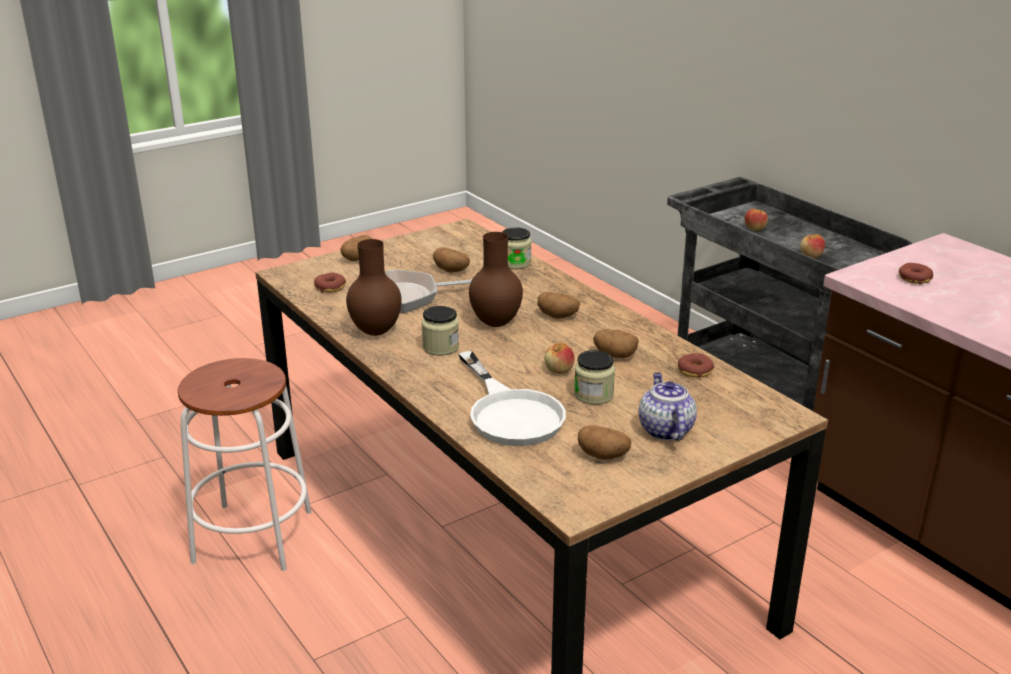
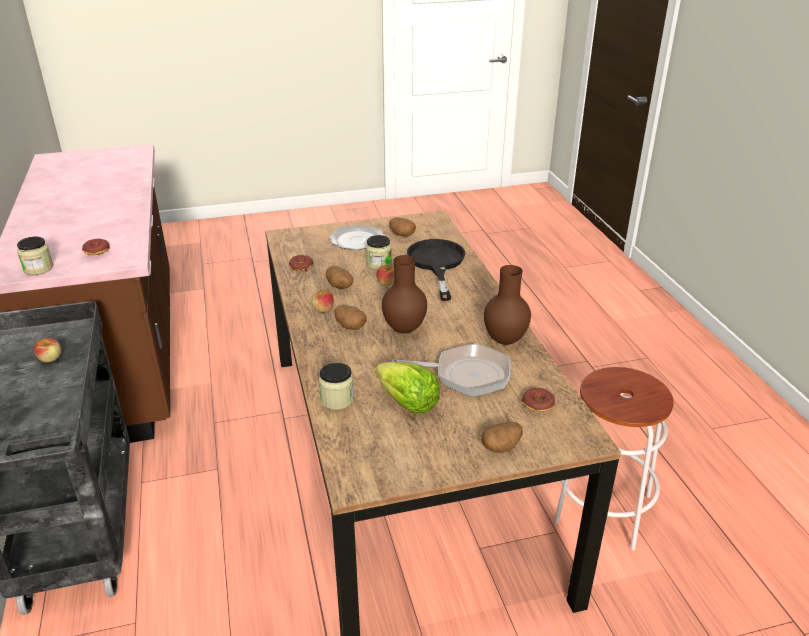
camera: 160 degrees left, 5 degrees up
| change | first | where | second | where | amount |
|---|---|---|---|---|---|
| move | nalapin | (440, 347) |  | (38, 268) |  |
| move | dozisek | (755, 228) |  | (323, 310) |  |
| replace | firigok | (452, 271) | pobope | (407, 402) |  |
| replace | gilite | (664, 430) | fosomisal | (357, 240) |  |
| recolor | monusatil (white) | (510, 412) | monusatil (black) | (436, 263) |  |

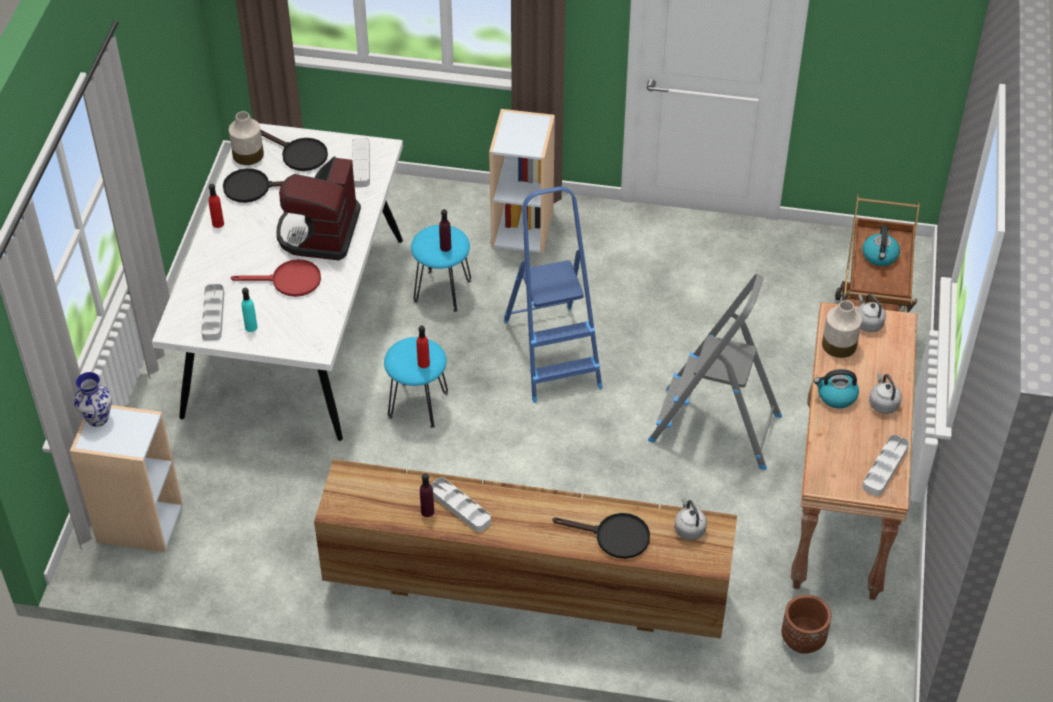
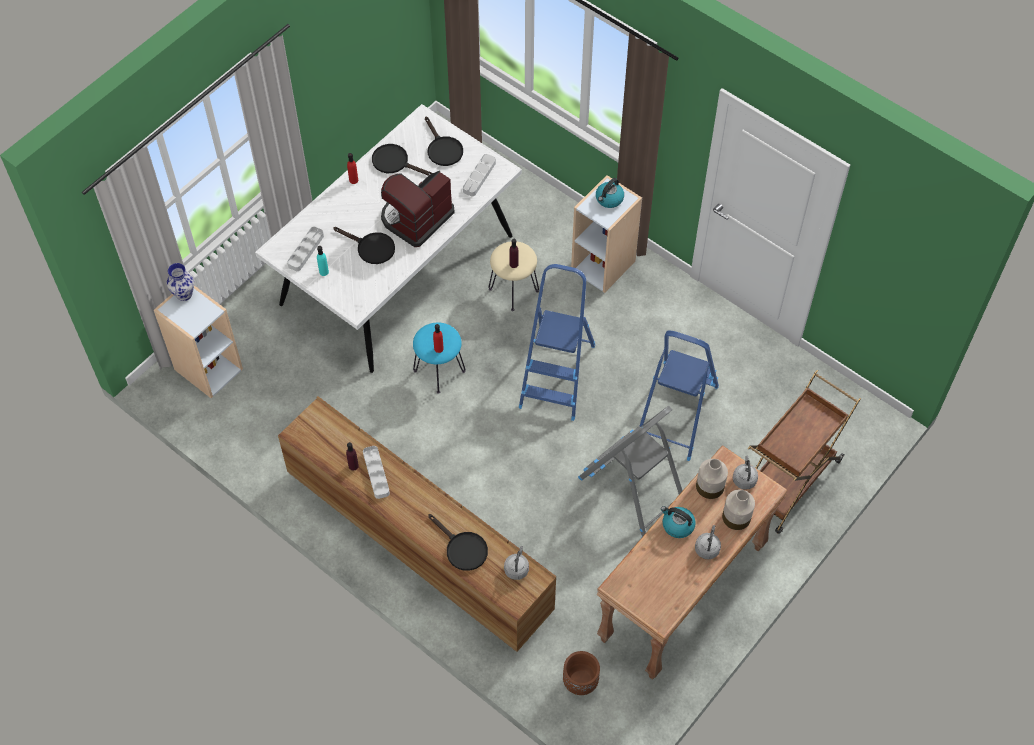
camera: 30 degrees right, 10 degrees up
| change | first | where | second | where | amount |
|---|---|---|---|---|---|
| delete | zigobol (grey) | (885, 468) |  |  |  |
| insert |  |  | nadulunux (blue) | (677, 412) |  |
| move | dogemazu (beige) | (248, 154) |  | (737, 517) |  |
| move | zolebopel | (880, 256) |  | (609, 199) |  |
| recolor | monusatil (red) | (289, 281) | monusatil (black) | (371, 248) |  |
| recolor | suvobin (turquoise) | (442, 291) | suvobin (beige) | (513, 290) |  |

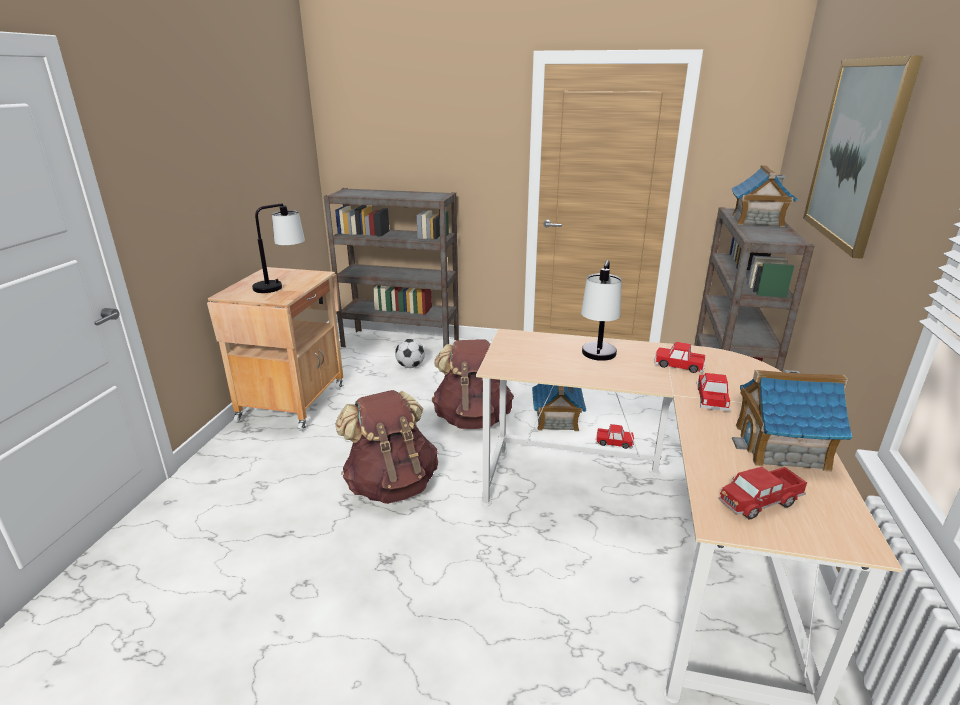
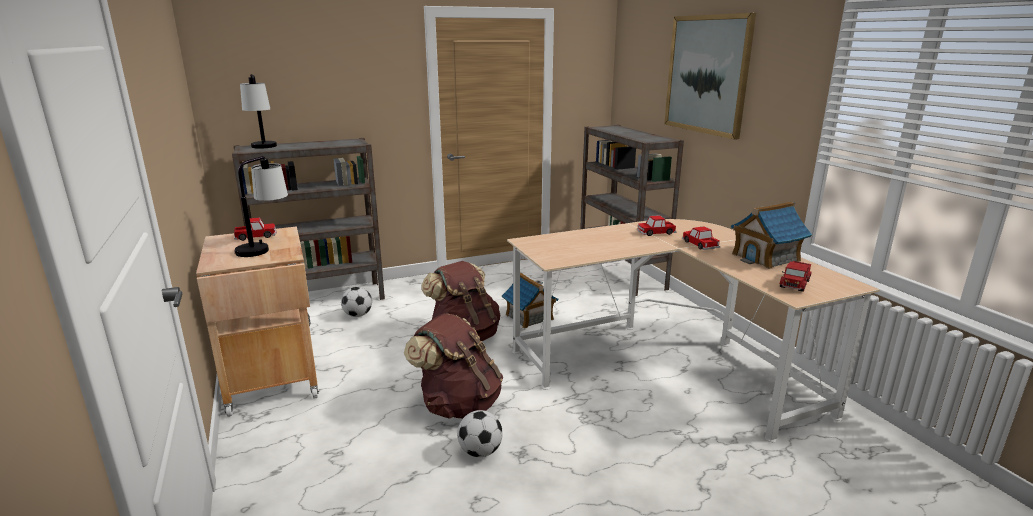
camera: 35 degrees left, 5 degrees down
| change | first | where | second | where | amount |
|---|---|---|---|---|---|
| delete | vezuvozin | (757, 221) |  |  |  |
| insert |  |  | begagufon | (480, 452) |  |
| move | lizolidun | (597, 360) |  | (264, 148) |  |
| move | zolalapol | (614, 442) |  | (256, 236) |  |

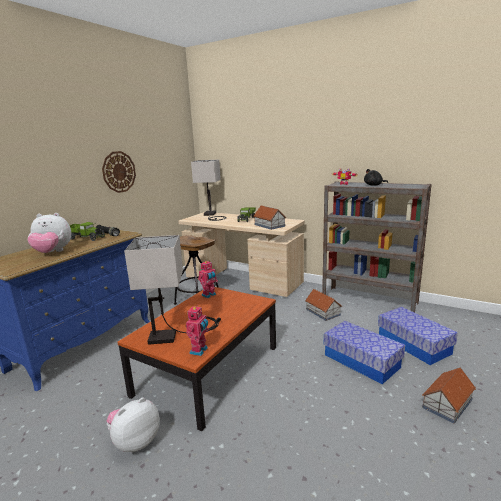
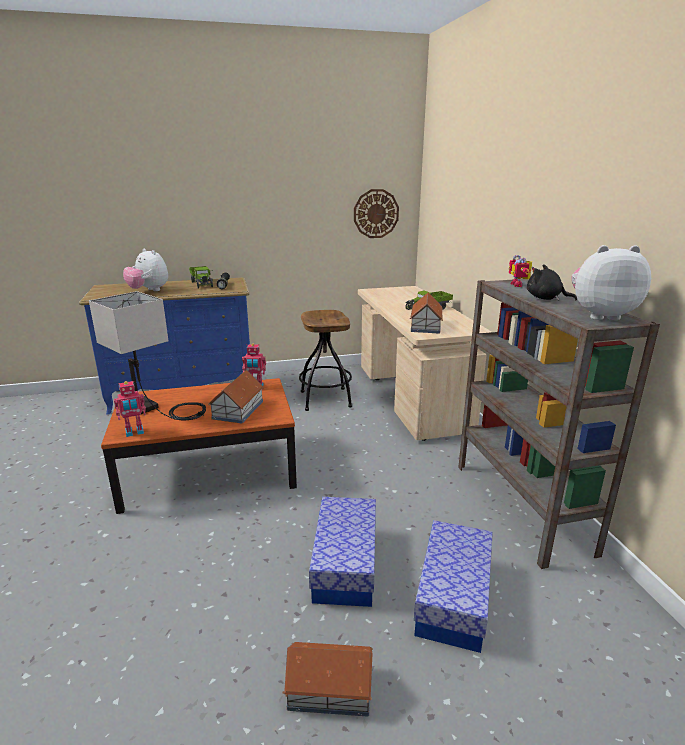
camera: 45 degrees right, 5 degrees up
| change | first | where | second | where | amount |
|---|---|---|---|---|---|
| delete | lizolidun | (212, 216) |  |  |  |
| move | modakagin | (119, 172) |  | (376, 213) |  |
| move | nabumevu | (135, 441) |  | (600, 315) |  |
| move | vezuvozin | (323, 312) |  | (237, 410) |  |

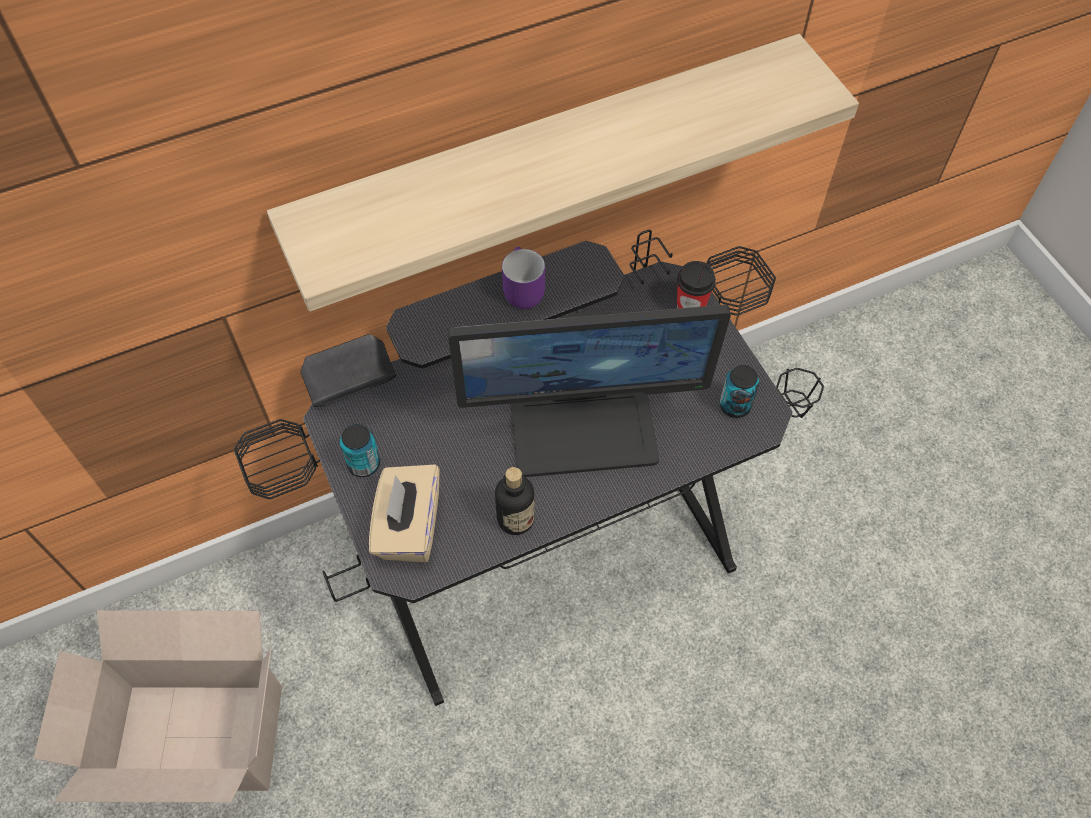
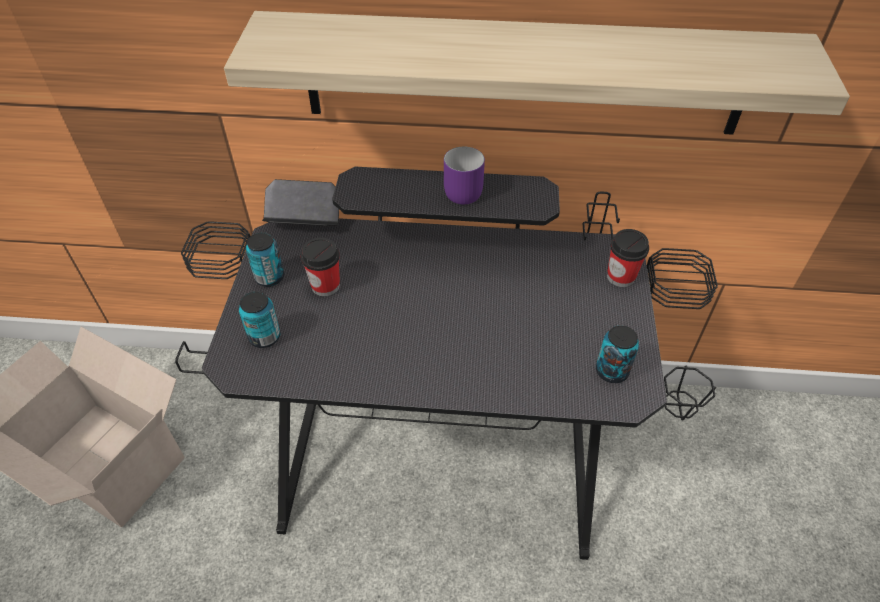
camera: 30 degrees right, 10 degrees down
| change | first | where | second | where | amount |
|---|---|---|---|---|---|
| delete | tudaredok | (584, 427) |  |  |  |
| delete | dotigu | (515, 519) |  |  |  |
| insert |  |  | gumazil | (325, 286) |  |
| replace | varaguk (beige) | (408, 527) | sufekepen | (264, 337) |  |

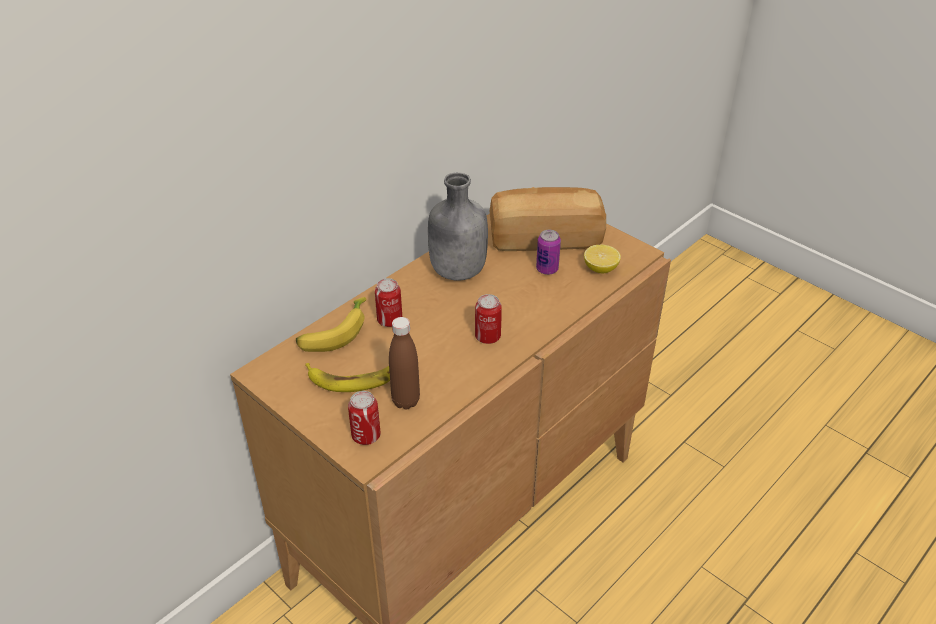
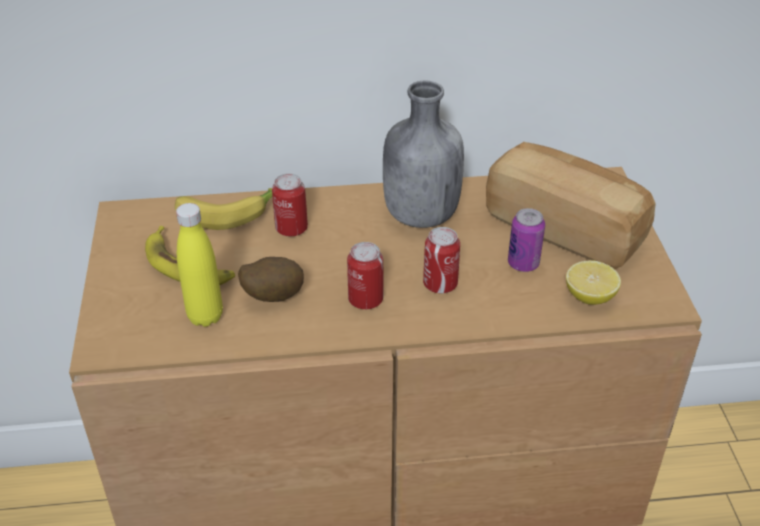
camera: 40 degrees right, 0 degrees up
| change | first | where | second | where | amount |
|---|---|---|---|---|---|
| insert |  |  | firigok | (272, 296) |  |
| move | sufekepen | (366, 436) |  | (440, 284) |  |
| recolor | dotigu (brown) | (406, 401) | dotigu (yellow) | (205, 316) |  |

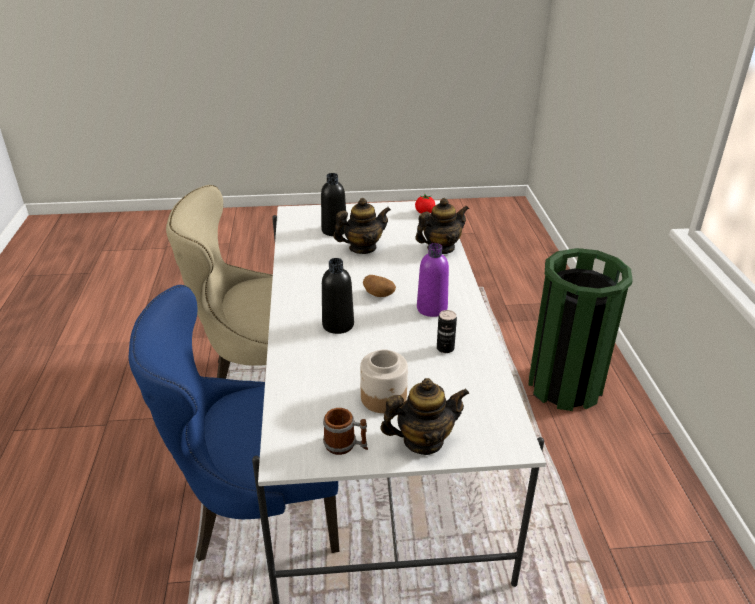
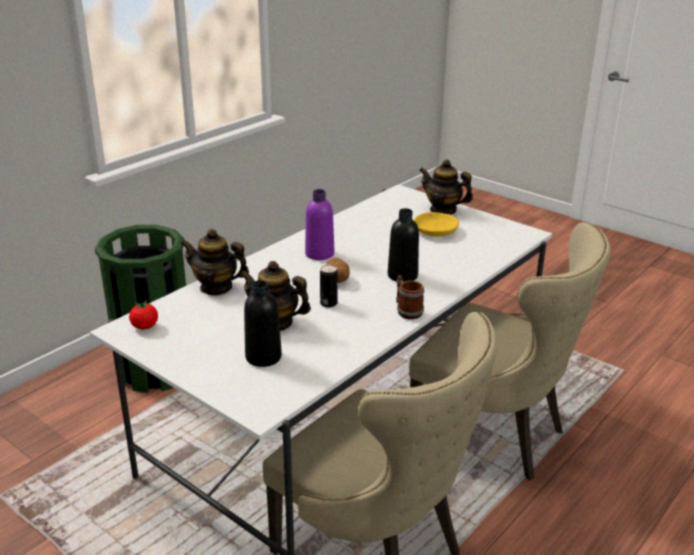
camera: 135 degrees left, 5 degrees down
| change | first | where | second | where | amount |
|---|---|---|---|---|---|
| move | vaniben | (346, 445) |  | (407, 310) |  |
| move | sufekepen | (445, 348) |  | (328, 303) |  |
| replace | nalapin | (384, 398) | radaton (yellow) | (436, 231) |  |
| recolor | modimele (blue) | (257, 513) | modimele (beige) | (494, 434) |  |

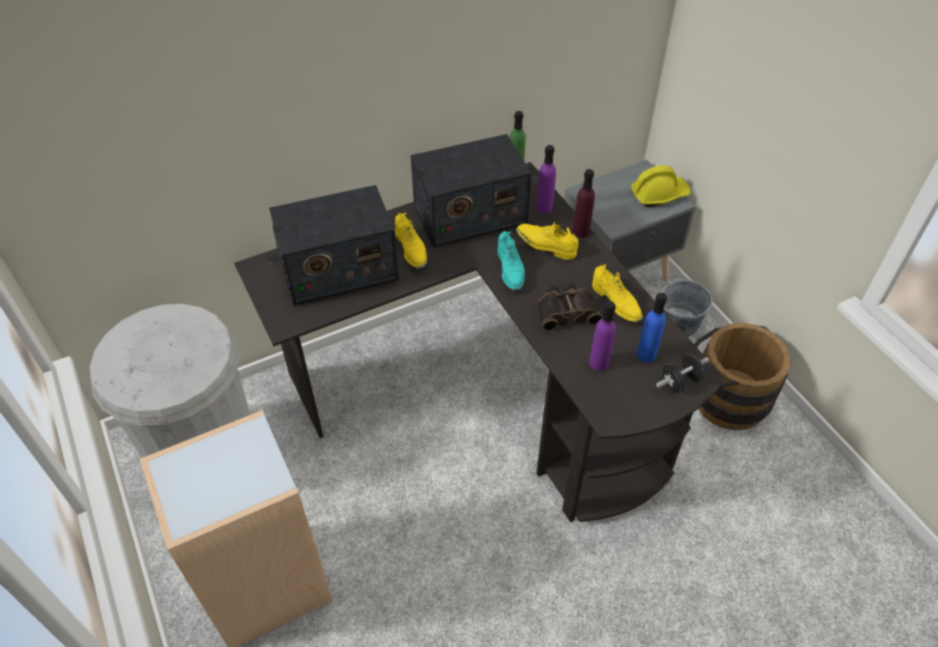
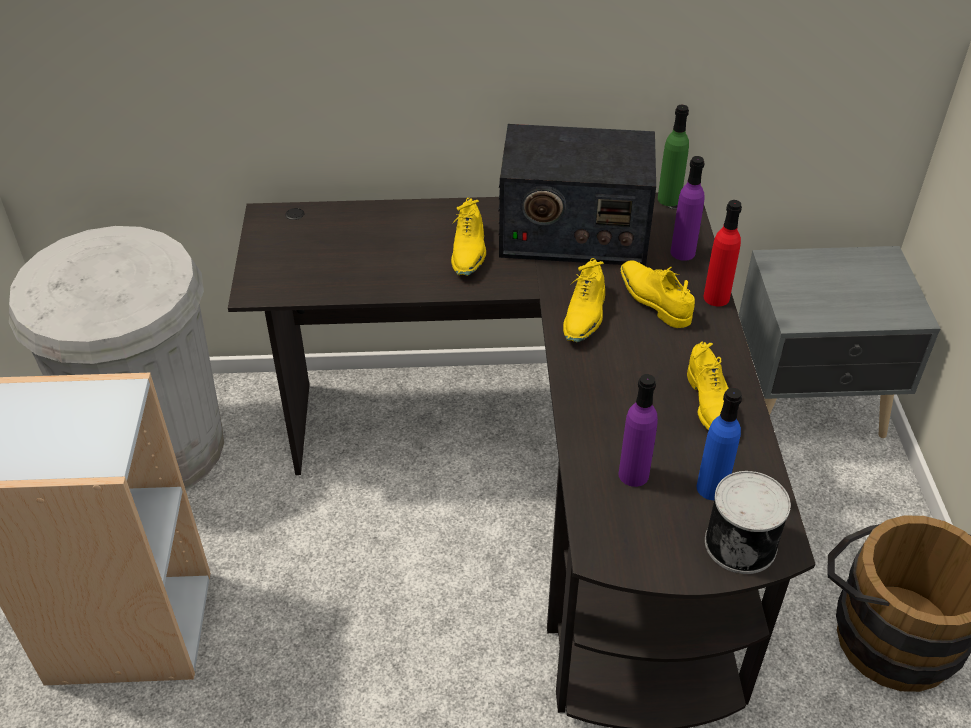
camera: 25 degrees right, 5 degrees down
| change | first | where | second | where | amount |
|---|---|---|---|---|---|
| delete | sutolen | (338, 269) |  |  |  |
| delete | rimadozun | (567, 311) |  |  |  |
| delete | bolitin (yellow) | (659, 194) |  |  |  |
| delete | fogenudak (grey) | (679, 323) |  |  |  |
| replace | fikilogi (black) | (680, 381) | sufekepen | (741, 543) |  |
| recolor | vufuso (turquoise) | (510, 270) | vufuso (yellow) | (584, 316) |  |
| recolor | dotigu (purple) | (581, 231) | dotigu (red) | (716, 297) |  |

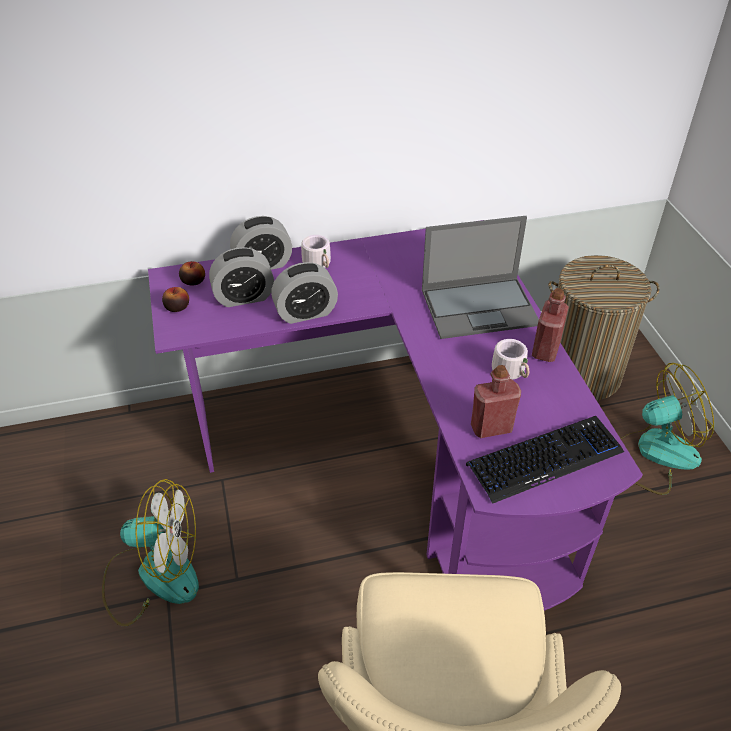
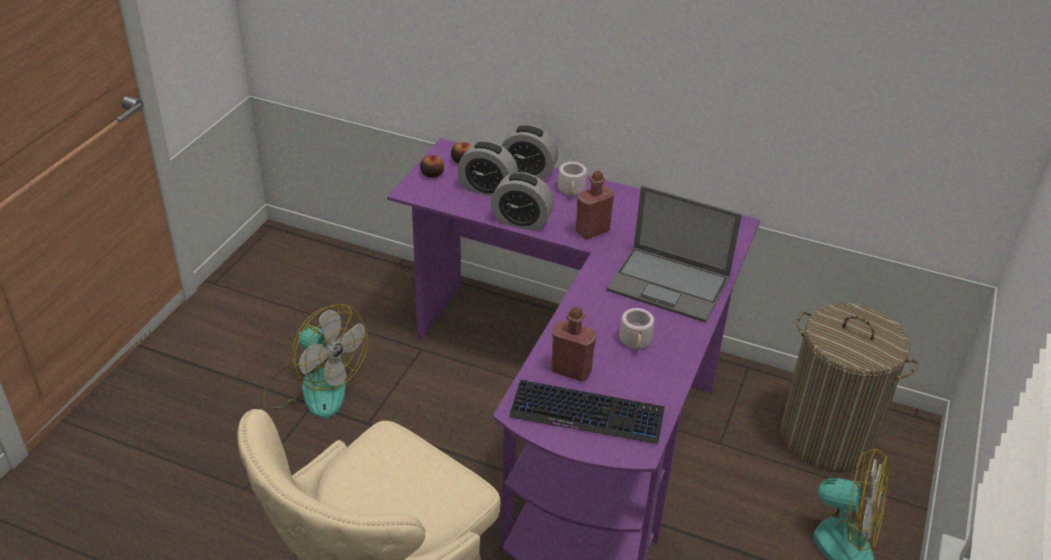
camera: 35 degrees right, 5 degrees down
| change | first | where | second | where | amount |
|---|---|---|---|---|---|
| move | dotigu (red) | (545, 350) |  | (592, 231) |  |

